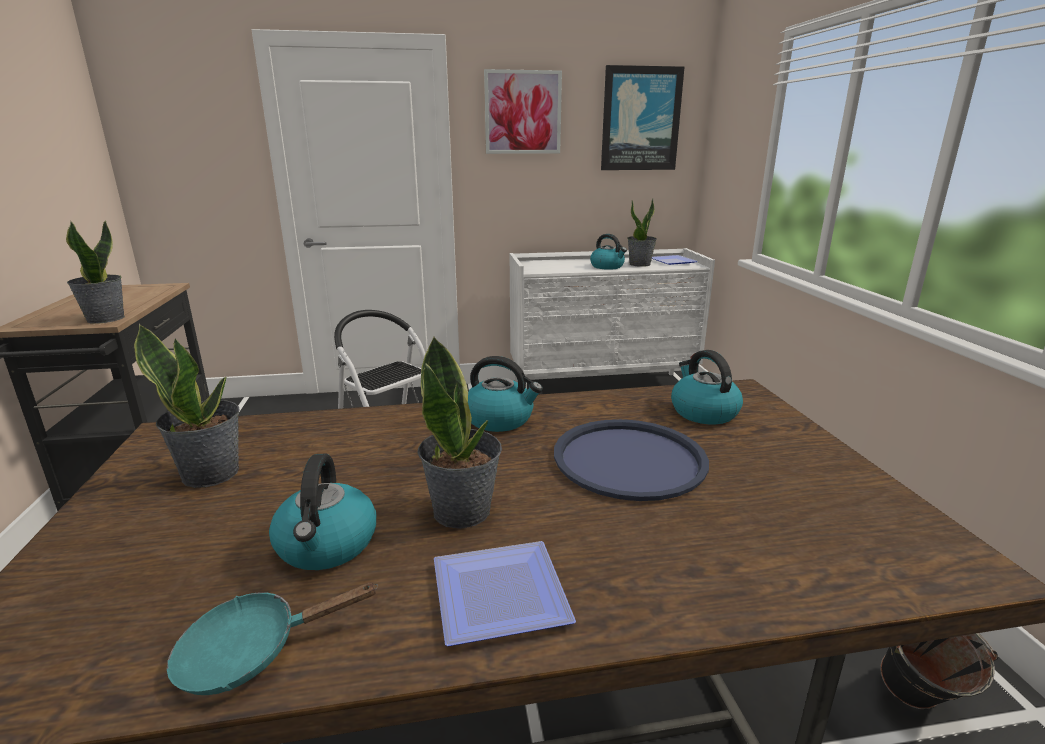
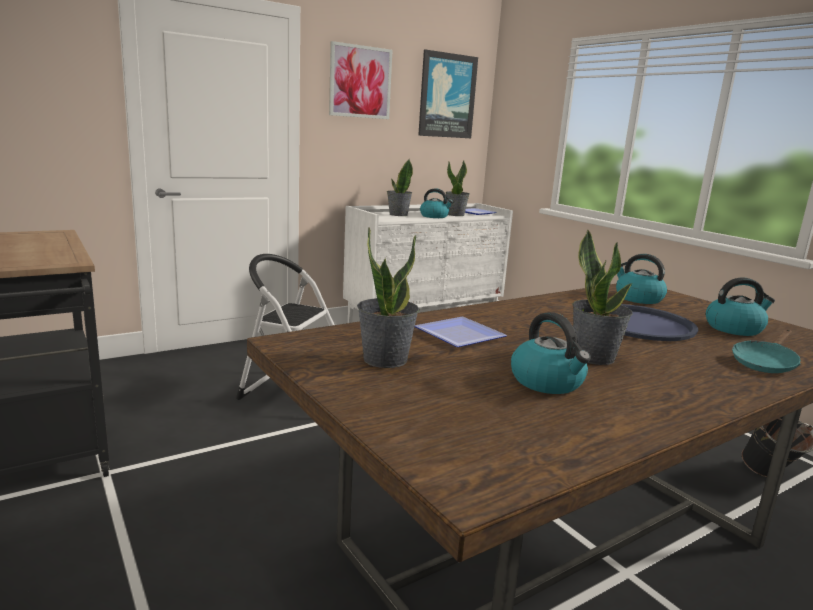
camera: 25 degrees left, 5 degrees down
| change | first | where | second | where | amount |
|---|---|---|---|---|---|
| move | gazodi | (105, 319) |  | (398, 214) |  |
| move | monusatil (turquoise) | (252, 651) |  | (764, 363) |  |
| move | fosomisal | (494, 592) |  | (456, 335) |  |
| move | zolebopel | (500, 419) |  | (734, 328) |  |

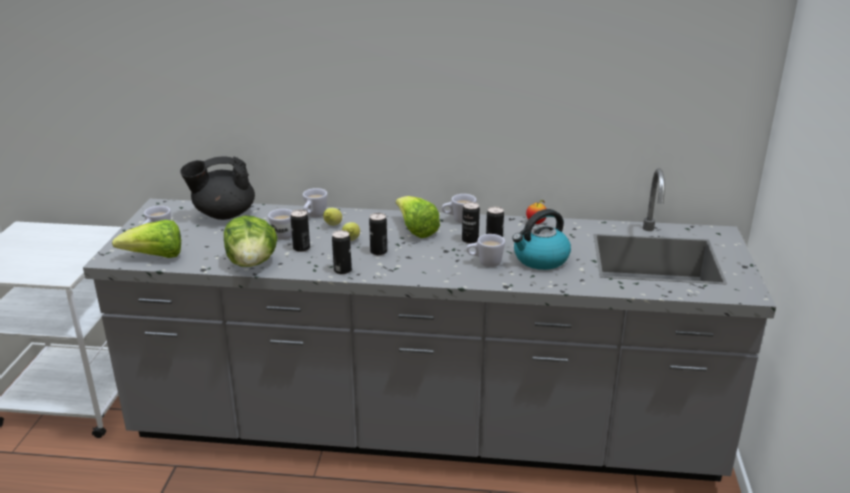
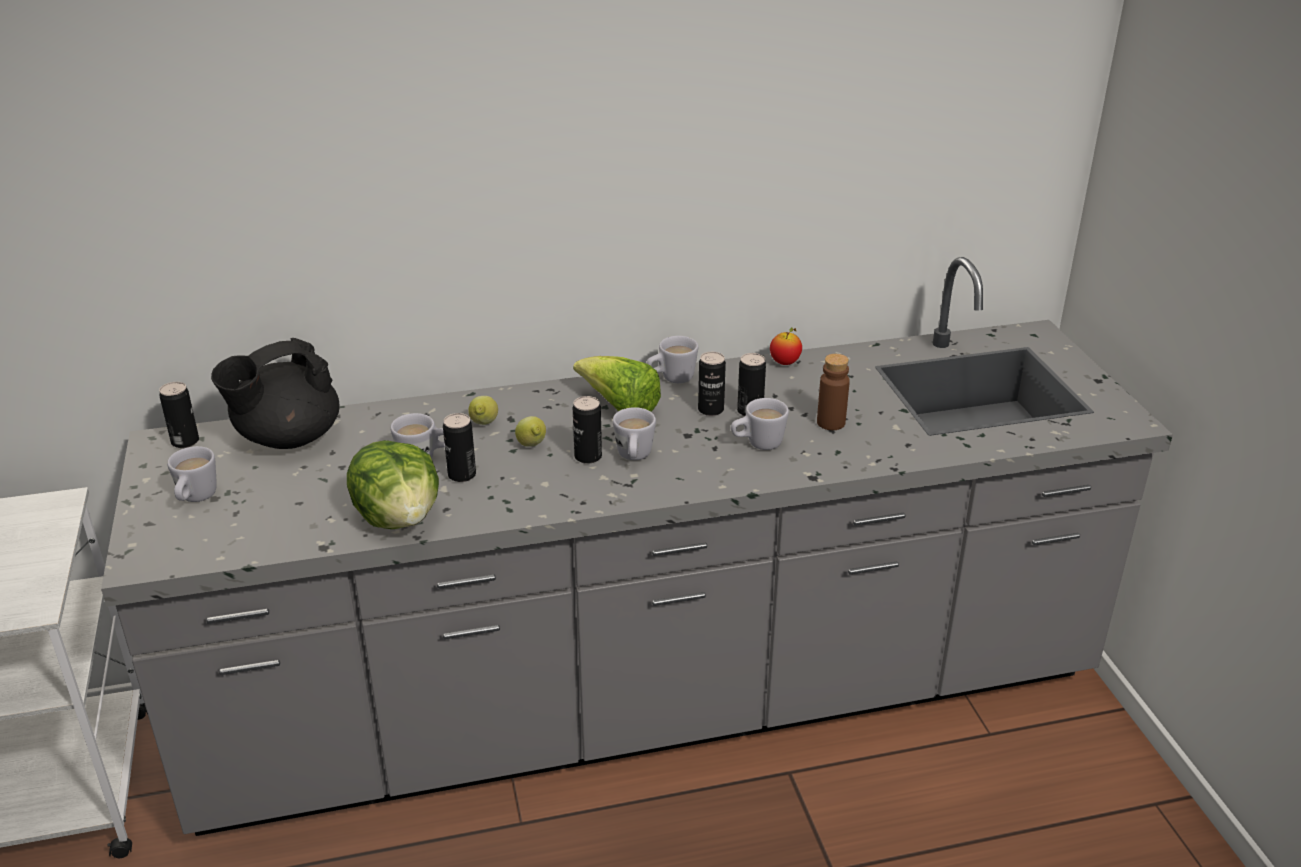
camera: 20 degrees left, 5 degrees up
| change | first | where | second | where | amount |
|---|---|---|---|---|---|
| delete | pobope | (156, 257) |  |  |  |
| move | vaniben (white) | (314, 216) |  | (634, 457) |  |
| move | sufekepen | (342, 270) |  | (185, 441) |  |
| replace | zolebopel | (540, 259) | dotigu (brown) | (831, 423) |  |

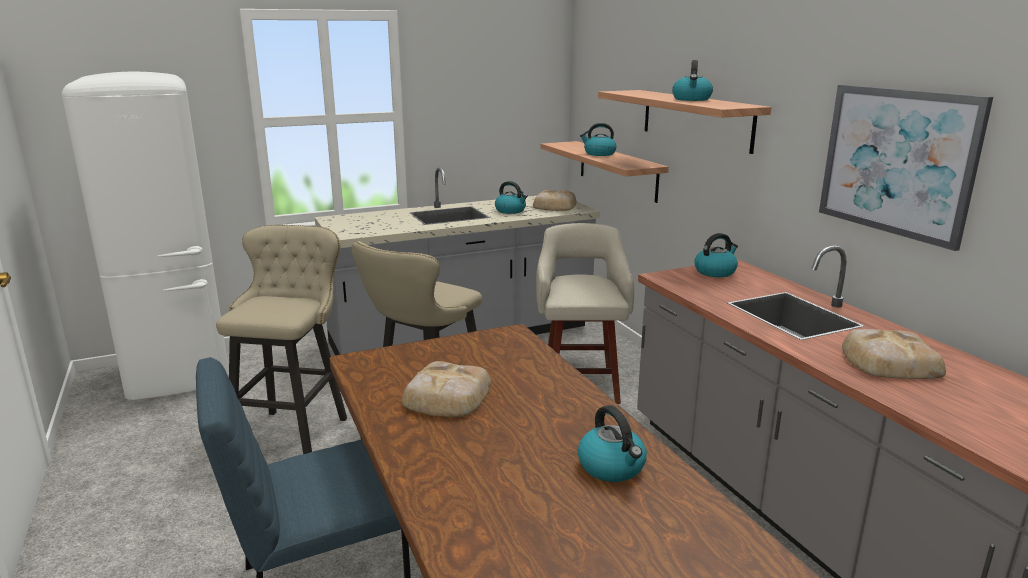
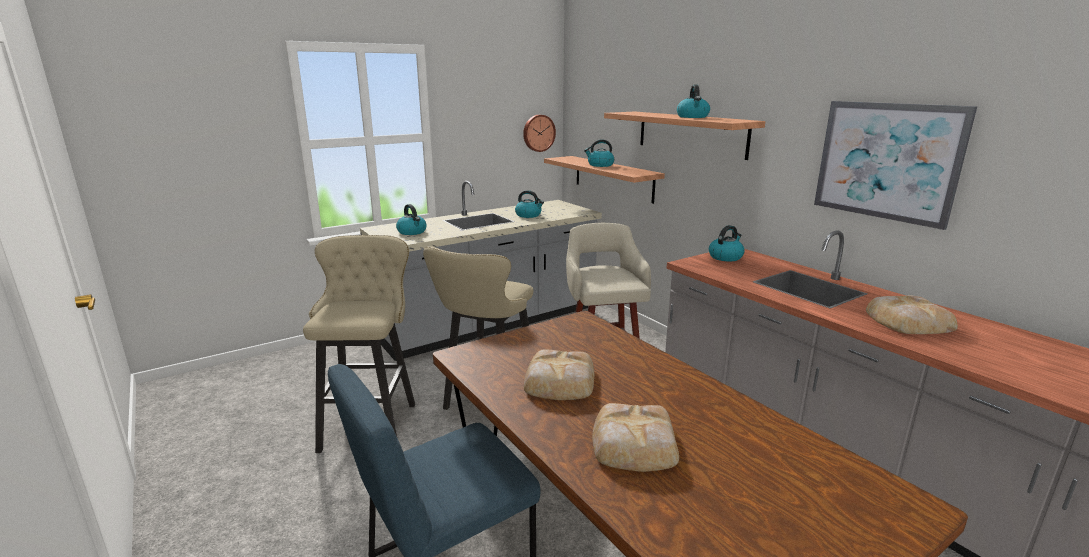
camera: 10 degrees left, 0 degrees up
| change | first | where | second | where | amount |
|---|---|---|---|---|---|
| delete | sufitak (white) | (180, 375) |  |  |  |
| insert |  |  | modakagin | (538, 133) |  |
| move | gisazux | (554, 206) |  | (633, 444) |  |
| move | zolebopel | (612, 467) |  | (412, 232) |  |

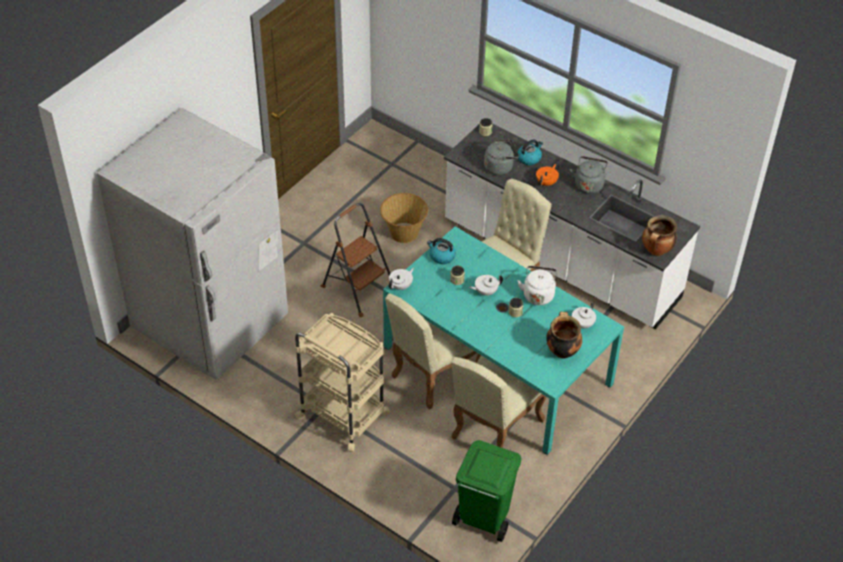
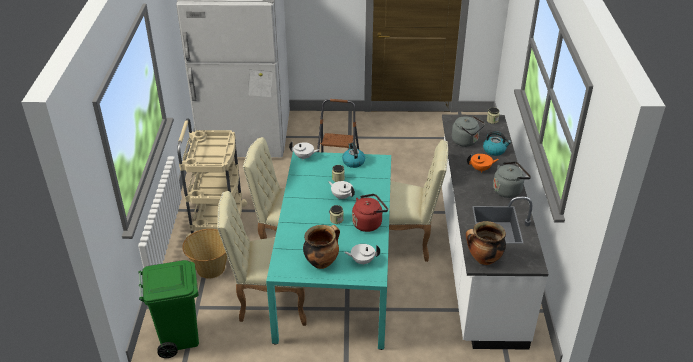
camera: 55 degrees right, 10 degrees down
| change | first | where | second | where | amount |
|---|---|---|---|---|---|
| move | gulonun | (403, 233) |  | (210, 268) |  |
| recolor | zolebopel (white) | (538, 294) | zolebopel (red) | (368, 223) |  |

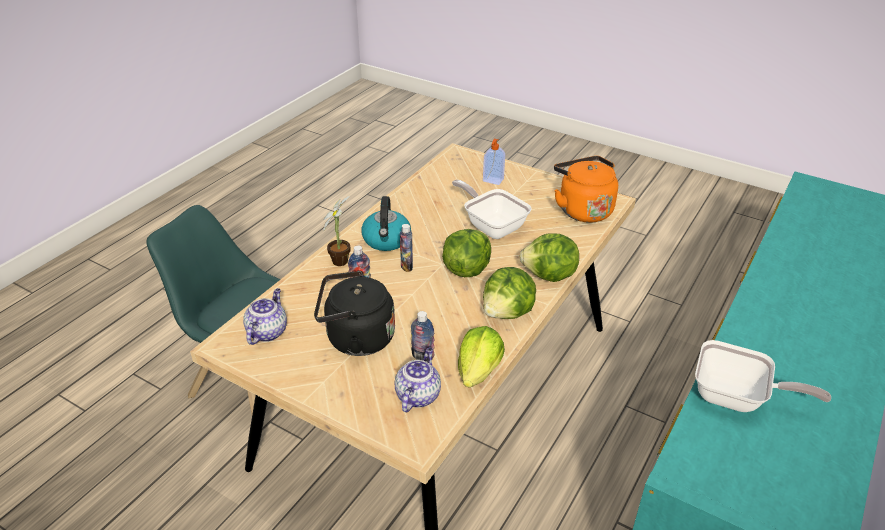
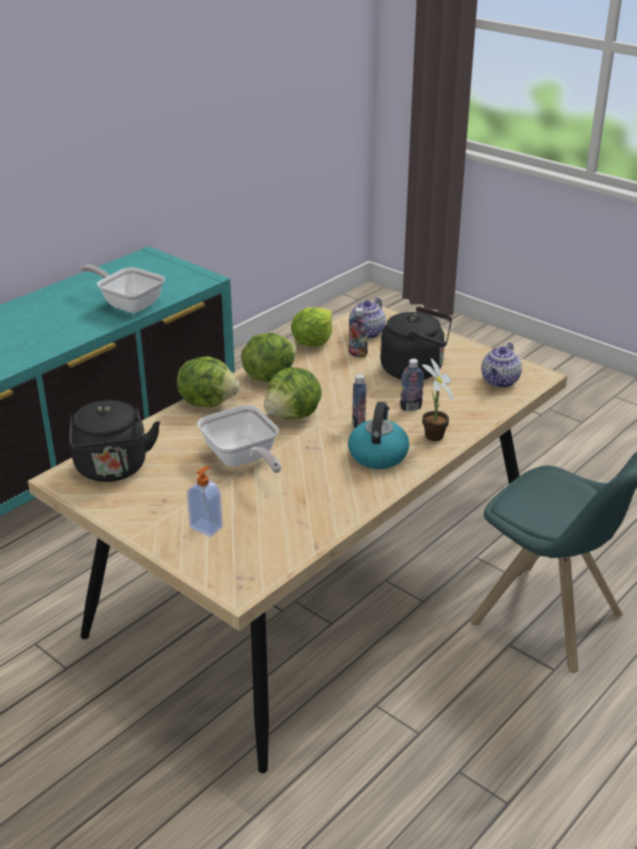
camera: 170 degrees left, 5 degrees down
| change | first | where | second | where | amount |
|---|---|---|---|---|---|
| recolor | zolebopel (orange) | (582, 209) | zolebopel (black) | (113, 470) |  |

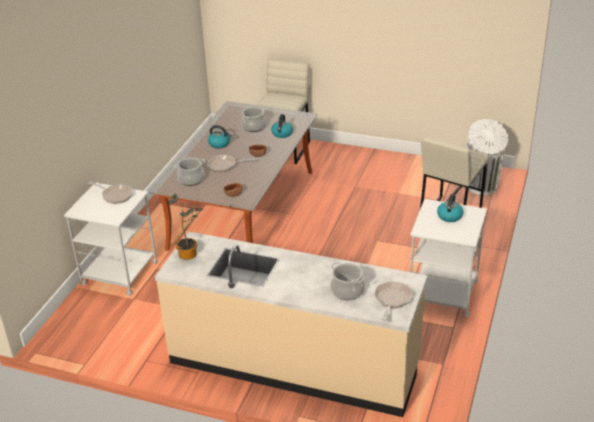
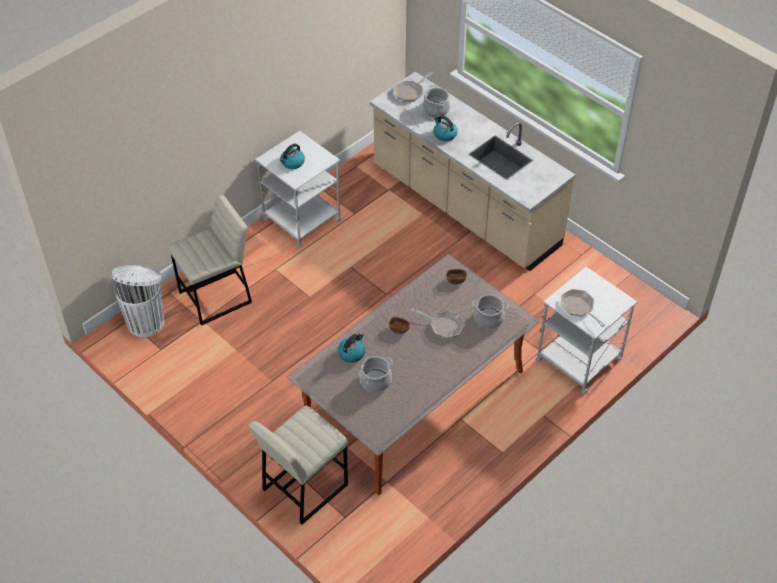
camera: 155 degrees left, 15 degrees up
| change | first | where | second | where | amount |
|---|---|---|---|---|---|
| delete | gazodi | (190, 253) |  |  |  |
| move | zolebopel | (219, 144) |  | (444, 134) |  |

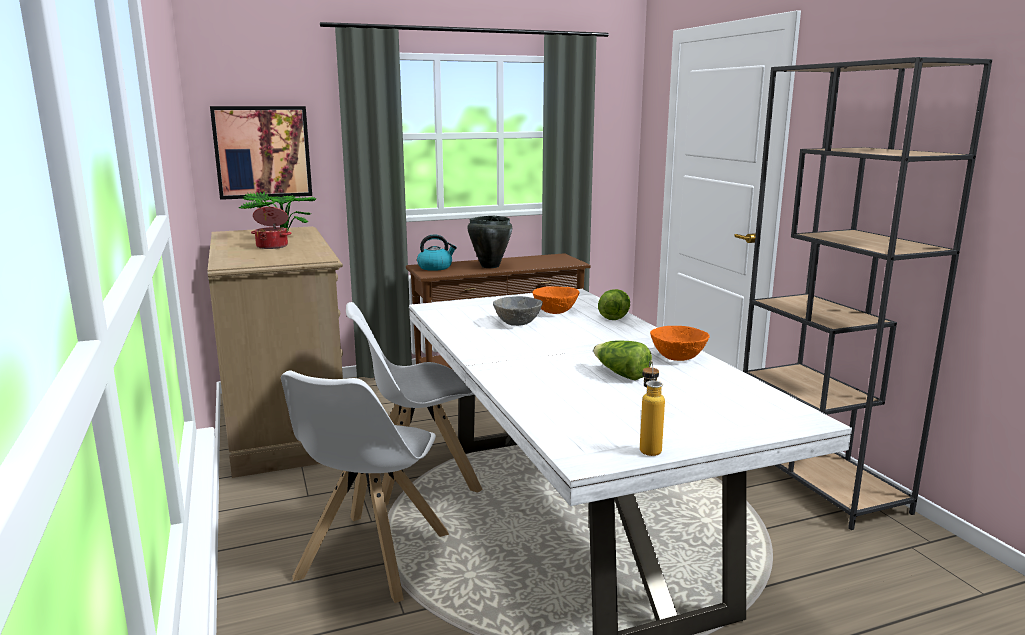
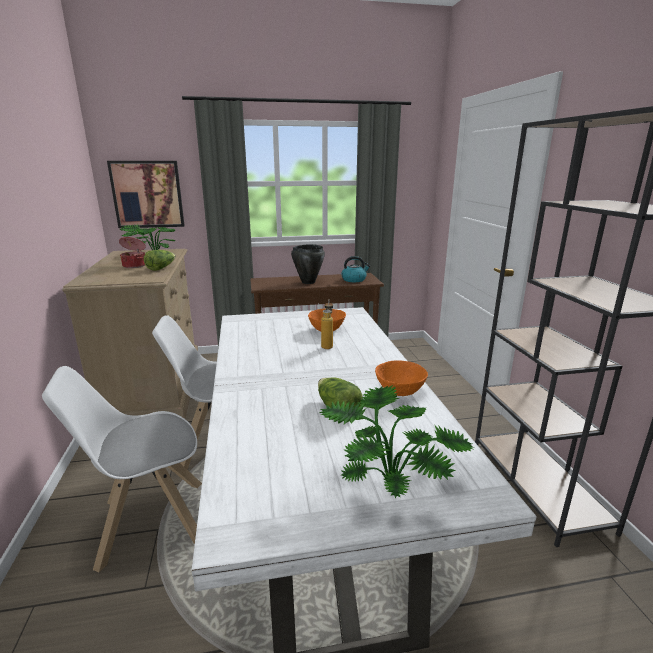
camera: 10 degrees right, 5 degrees up
| change | first | where | second | where | amount |
|---|---|---|---|---|---|
| delete | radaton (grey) | (517, 323) |  |  |  |
| insert |  |  | gazodi | (390, 480) |  |
| move | zolebopel | (435, 267) |  | (354, 279) |  |
| move | pobope | (614, 316) |  | (161, 268) |  |
| move | dotigu | (648, 447) |  | (327, 345) |  |
| rotate | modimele | (371, 558) |  | (149, 523) | 45 degrees clockwise |

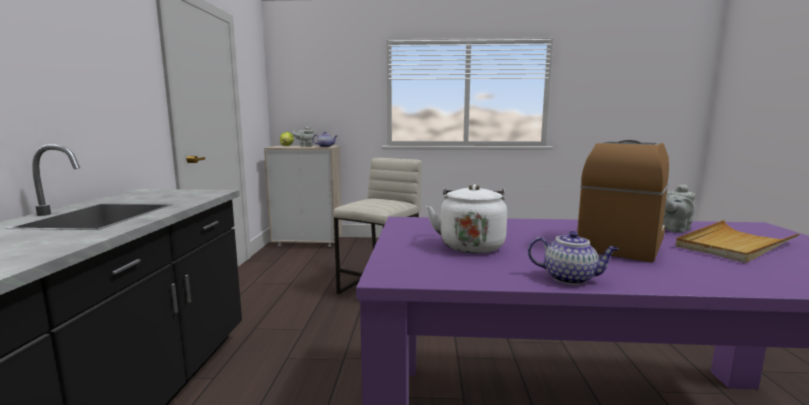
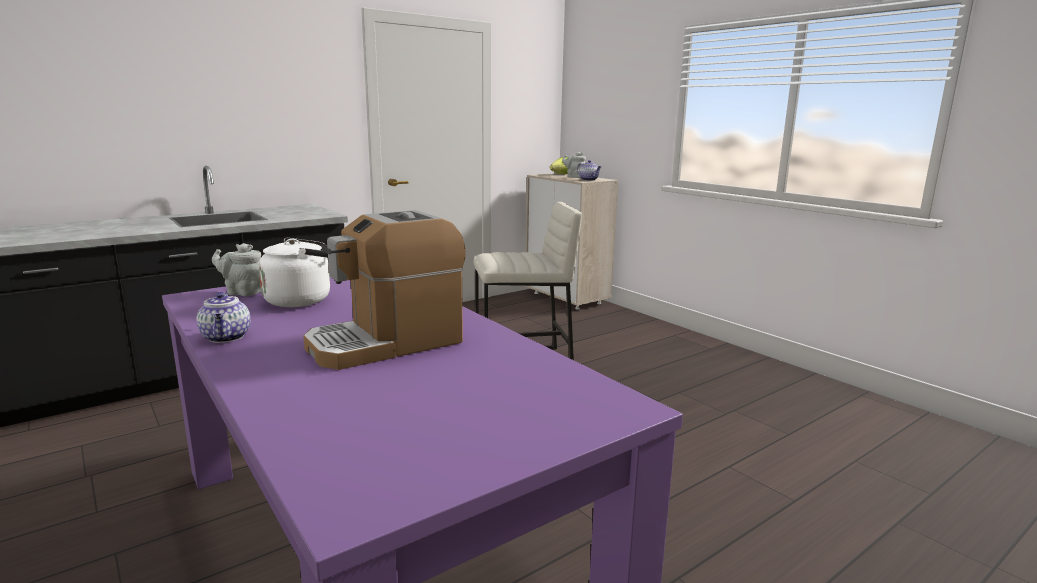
camera: 50 degrees right, 5 degrees up
| change | first | where | second | where | amount |
|---|---|---|---|---|---|
| delete | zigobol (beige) | (734, 245) |  |  |  |
| move | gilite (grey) | (673, 229) |  | (242, 292) |  |
| rotate | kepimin | (622, 242) |  | (386, 343) | 150 degrees clockwise |

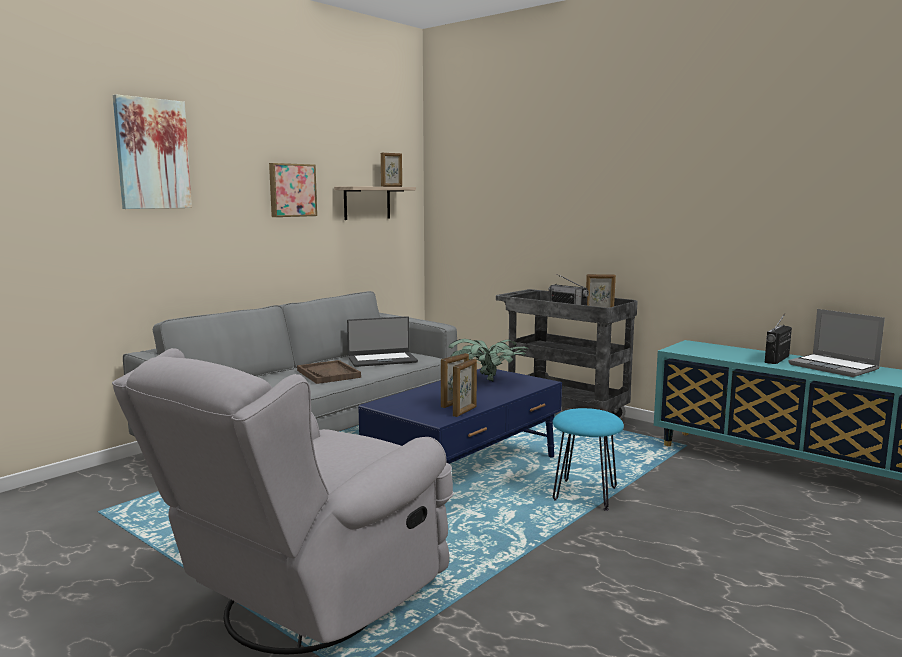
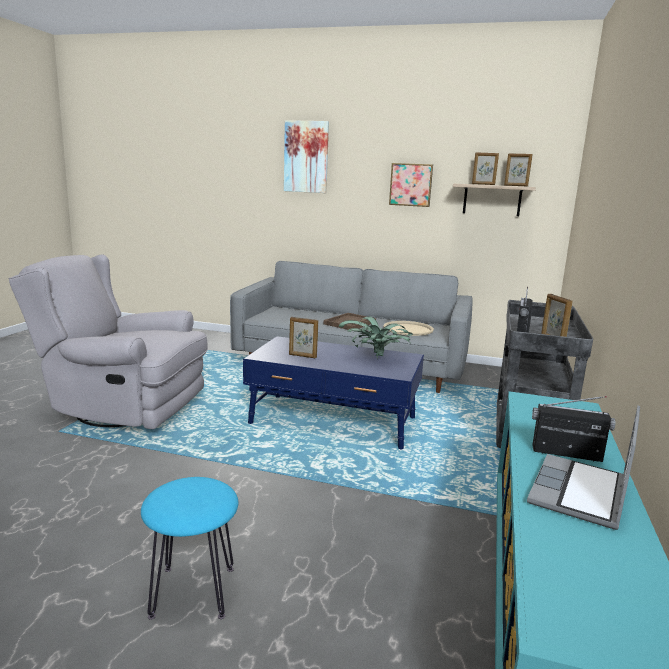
camera: 65 degrees right, 5 degrees up
| change | first | where | second | where | amount |
|---|---|---|---|---|---|
| move | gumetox | (465, 411) |  | (483, 184) |  |
| move | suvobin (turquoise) | (585, 495) |  | (193, 592) |  |
| replace | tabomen | (382, 360) | zigobol (beige) | (408, 329) |  |

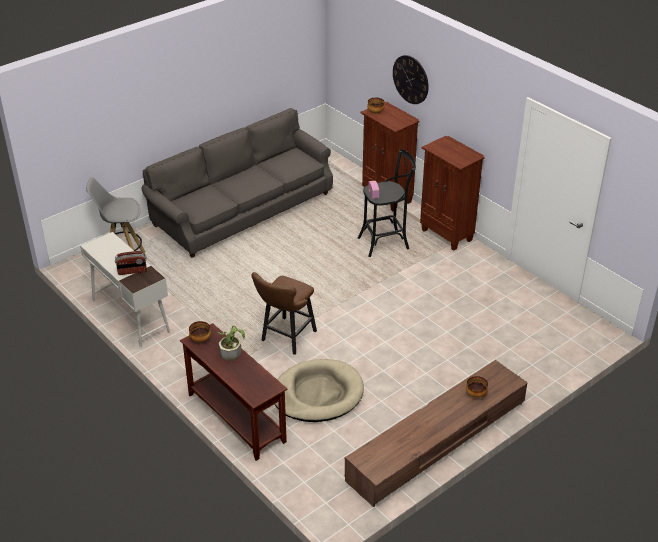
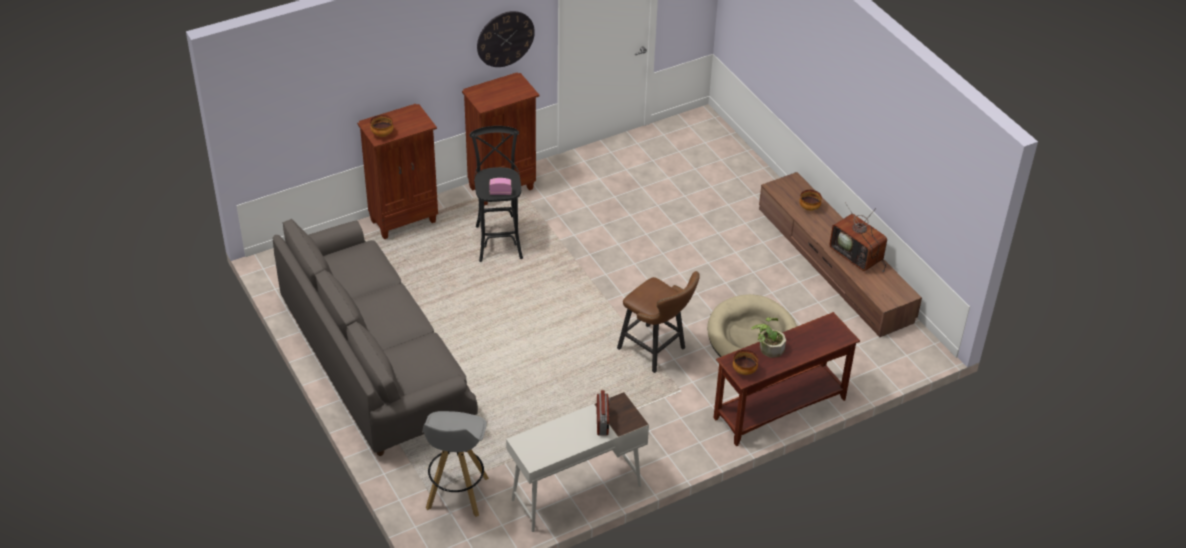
camera: 80 degrees left, 5 degrees up
| change | first | where | second | where | amount |
|---|---|---|---|---|---|
| insert |  |  | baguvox | (858, 256) |  |
| move | modakagin | (410, 79) |  | (505, 39) |  |

